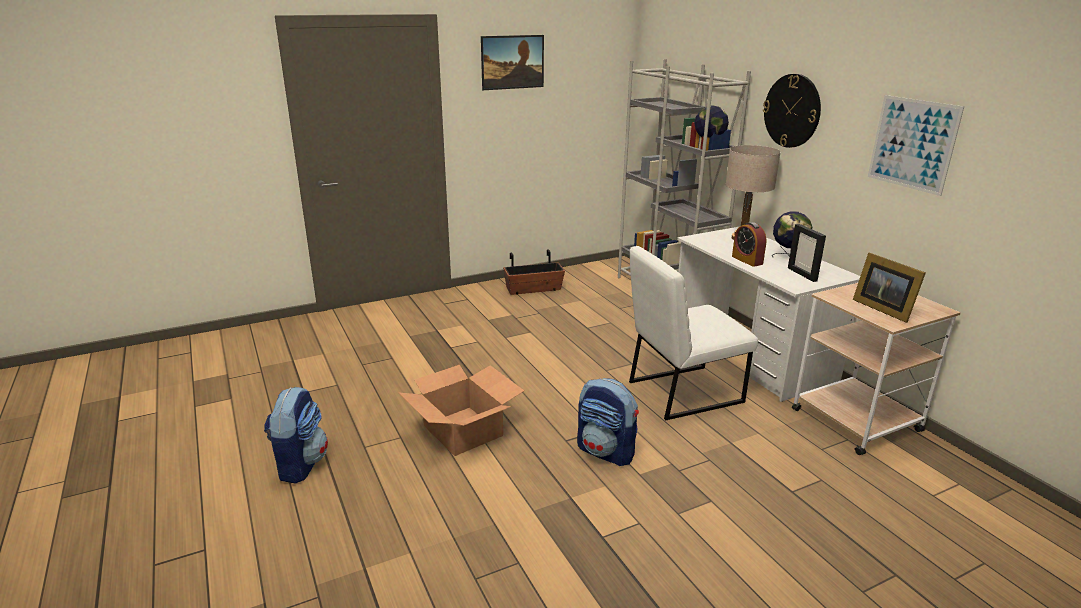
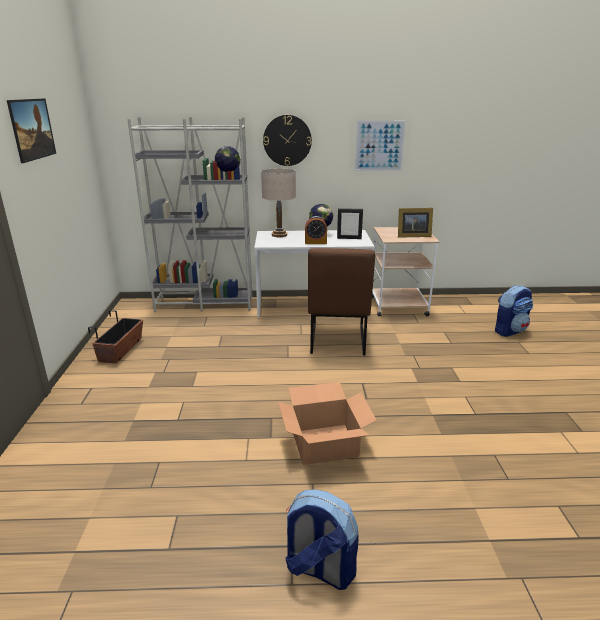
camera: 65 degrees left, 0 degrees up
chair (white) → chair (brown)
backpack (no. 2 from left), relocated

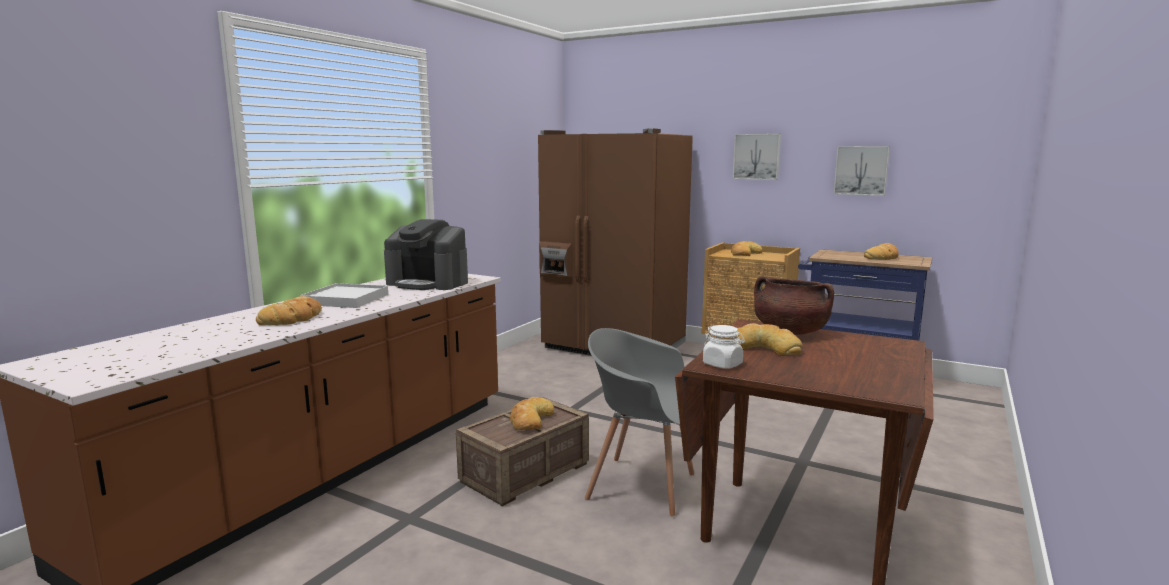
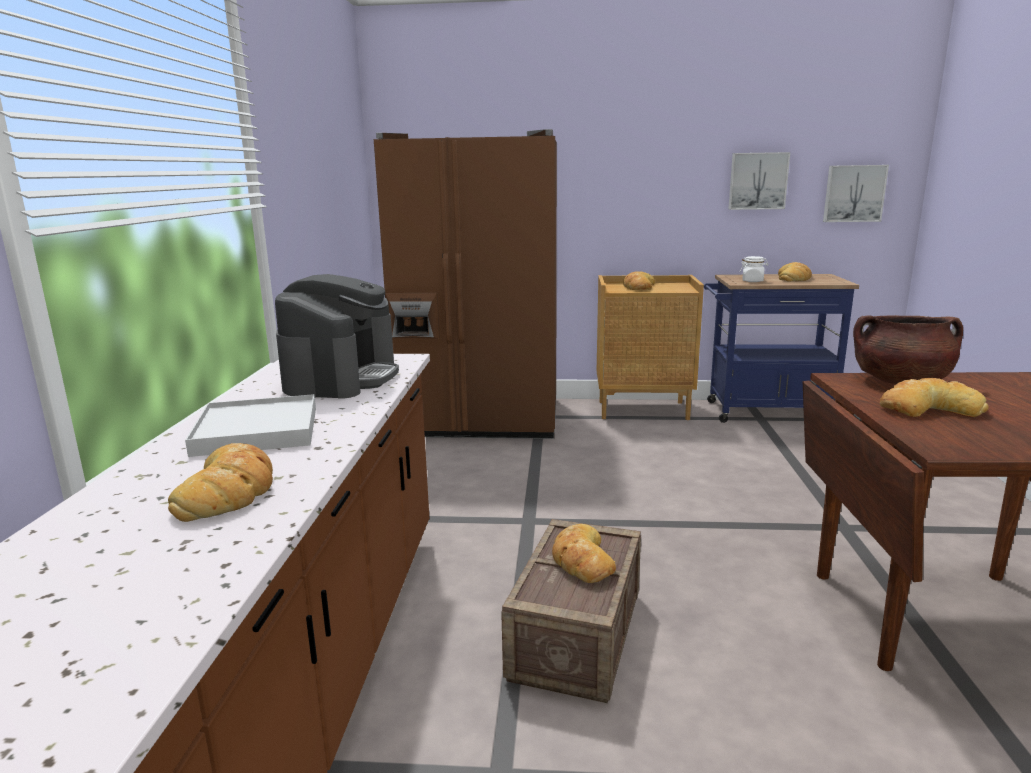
camera: 25 degrees left, 5 degrees up
picture (no. 1 from left in the first image) → picture (no. 2 from left), relocated
coffee machine, 75 degrees counterclockwise
jar (white), relocated
chair (grey) → -

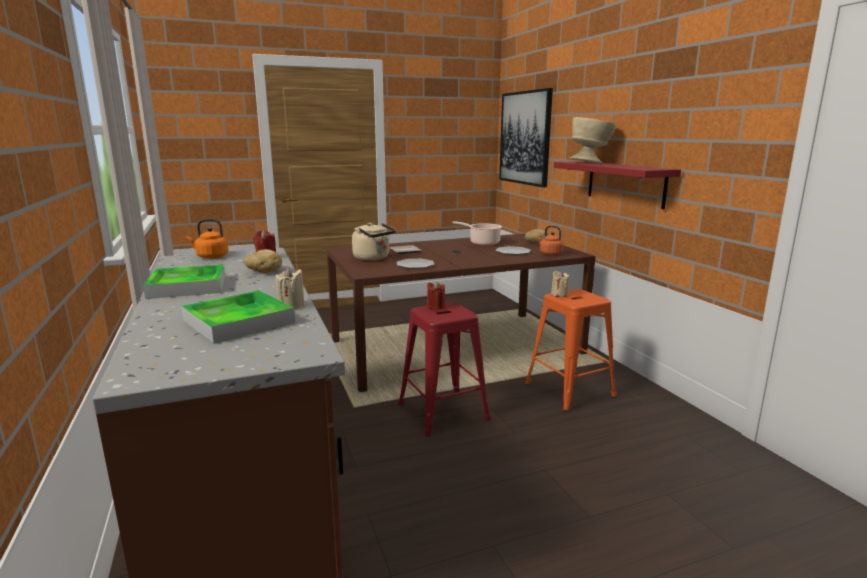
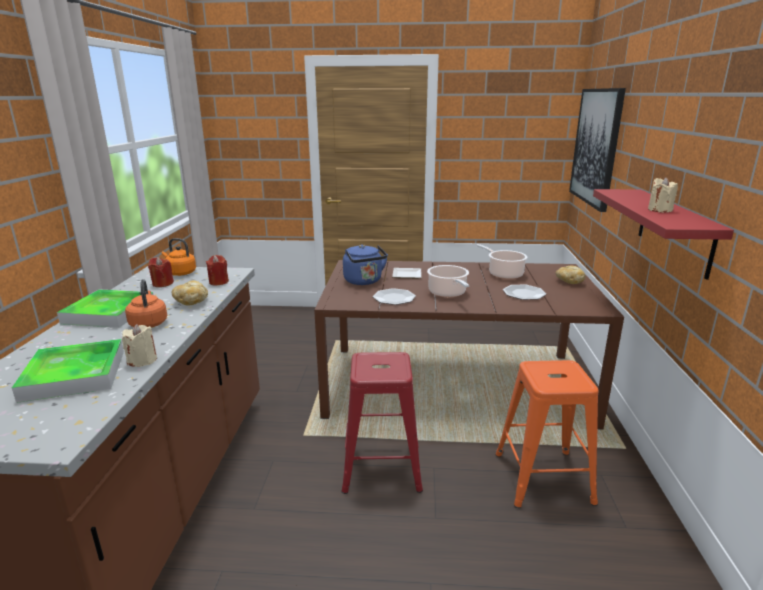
camera: 25 degrees right, 5 degrees up
bowl (beige) → -
kettle (beige) → kettle (blue)
kettle (orange) (no. 2 from left in the first image) → kettle (orange) (no. 1 from left), relocated
candle (beige) (no. 2 from left), relocated
candle (red) (no. 2 from left in the first image) → candle (red) (no. 1 from left), relocated
- → cooking pot (no. 1 from left)

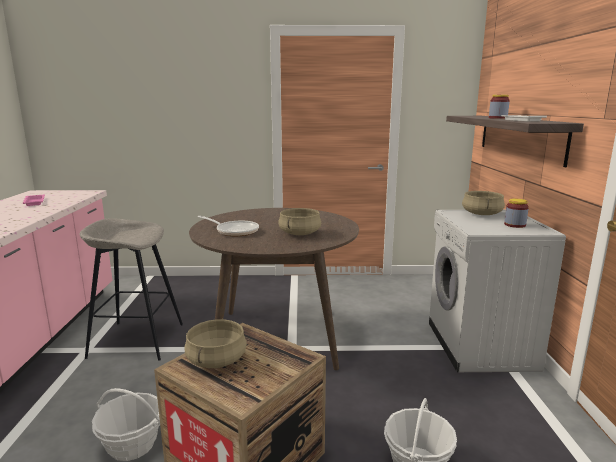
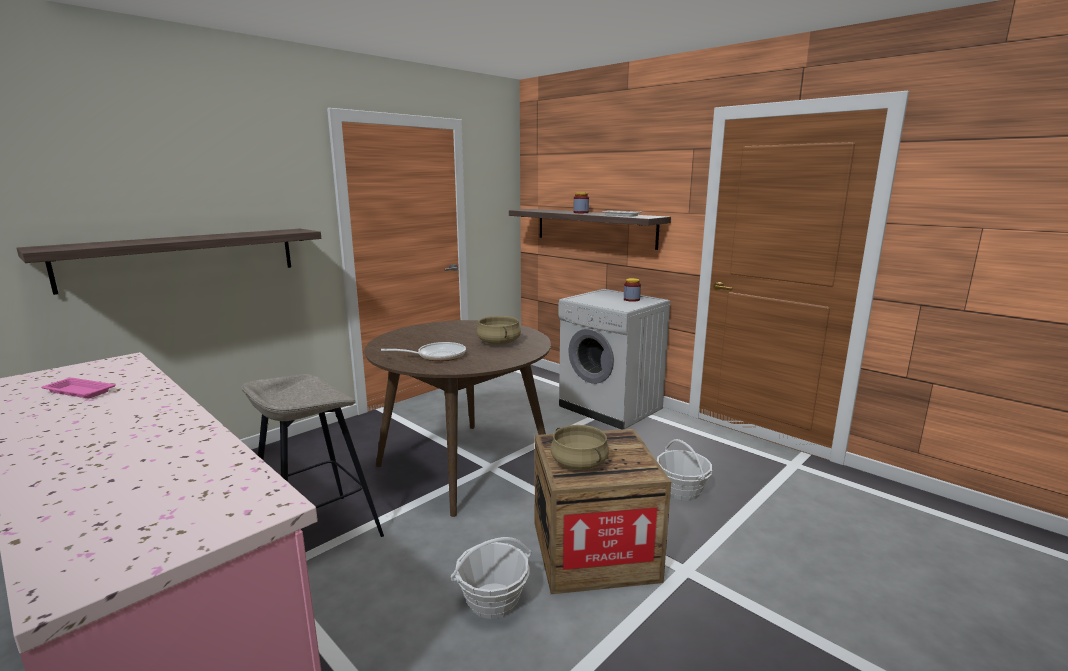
camera: 45 degrees left, 0 degrees up
cooking pot (beige) (no. 3 from left) → -
- → shelf (no. 1 from left)

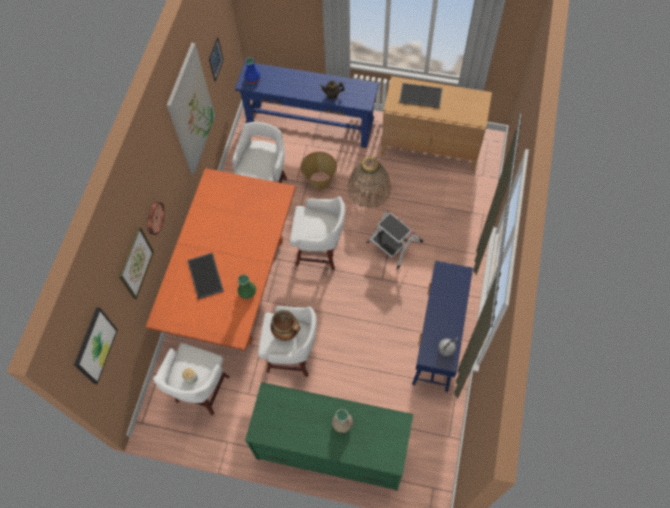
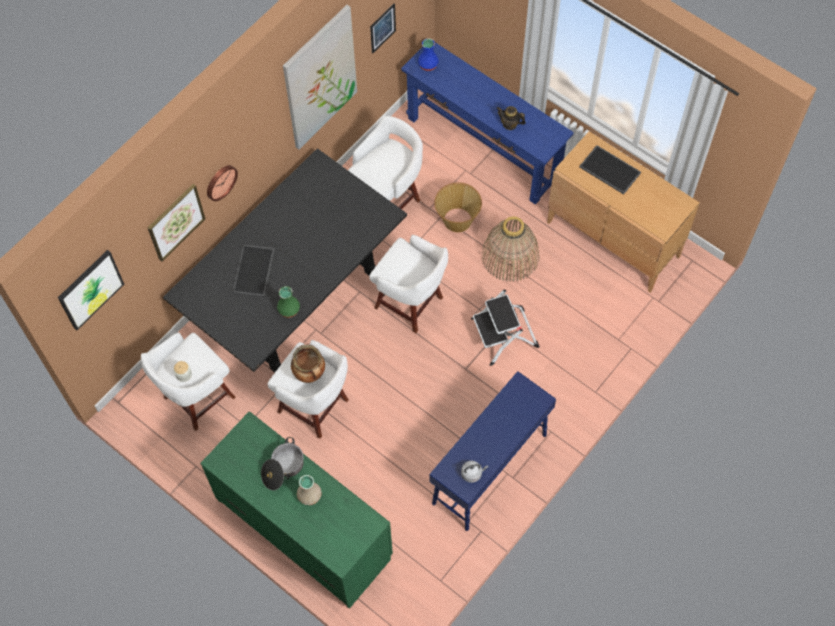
camera: 25 degrees right, 0 degrees up
dining table (orange) → dining table (black)
- → cooking pot (no. 1 from left)

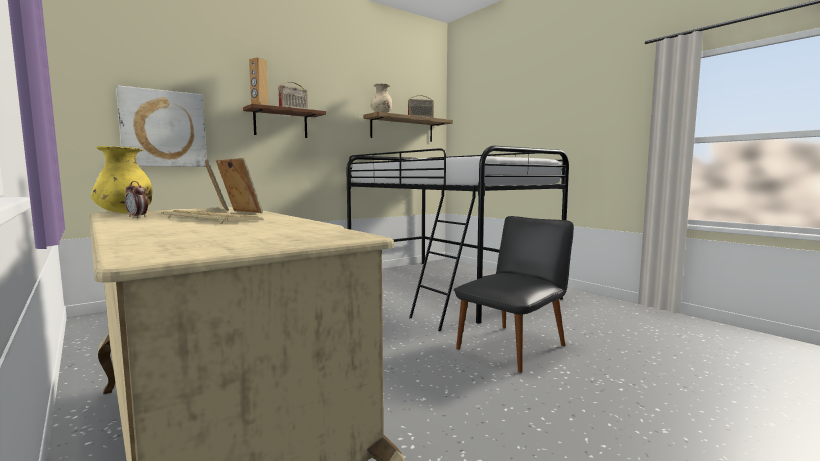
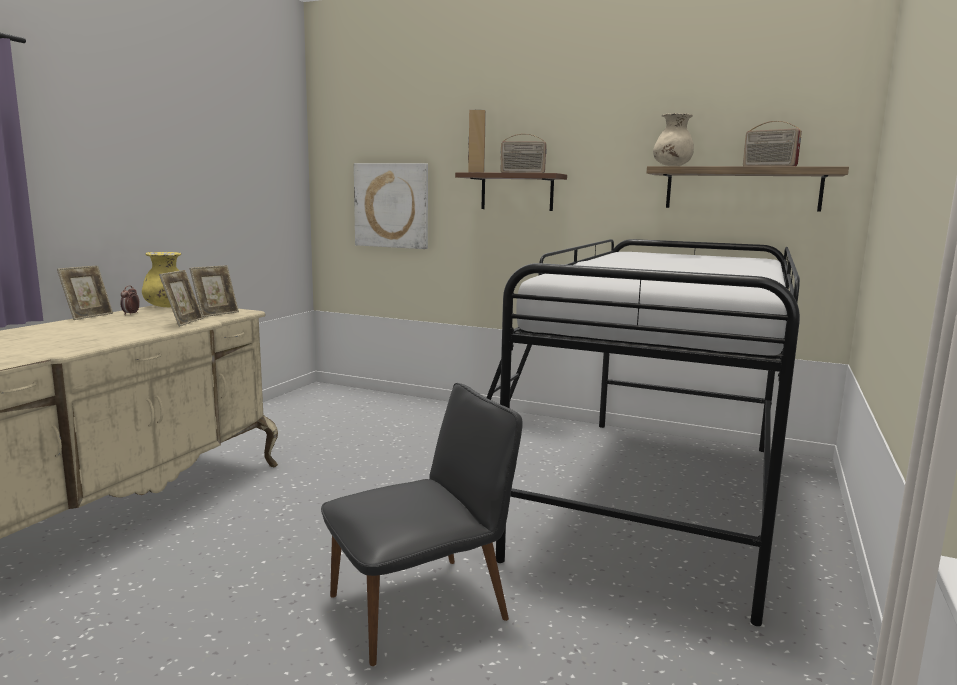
camera: 60 degrees right, 5 degrees up
keyboard → -
chair (black), 45 degrees counterclockwise
- → picture frame (no. 1 from left)

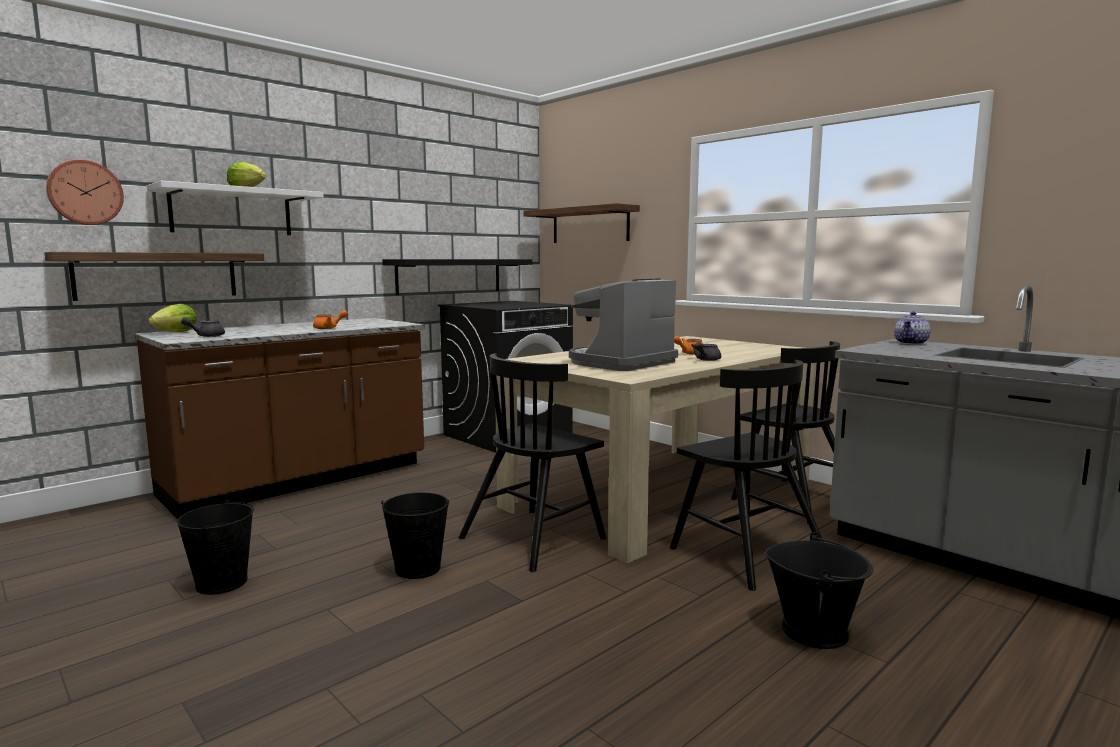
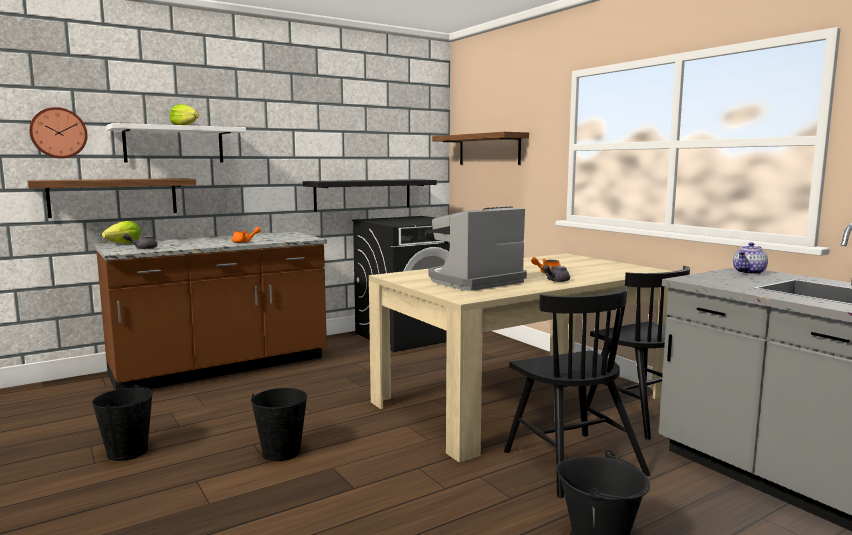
camera: 10 degrees right, 0 degrees up
chair (black) (no. 1 from left) → -

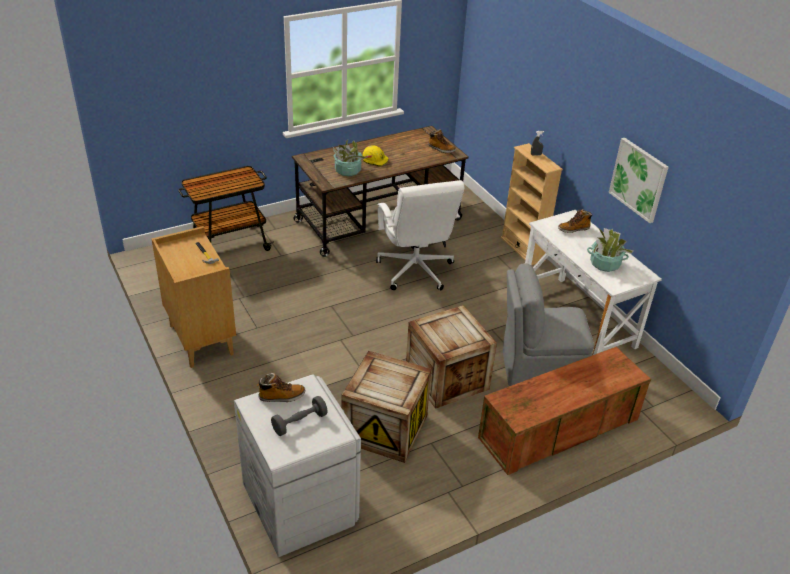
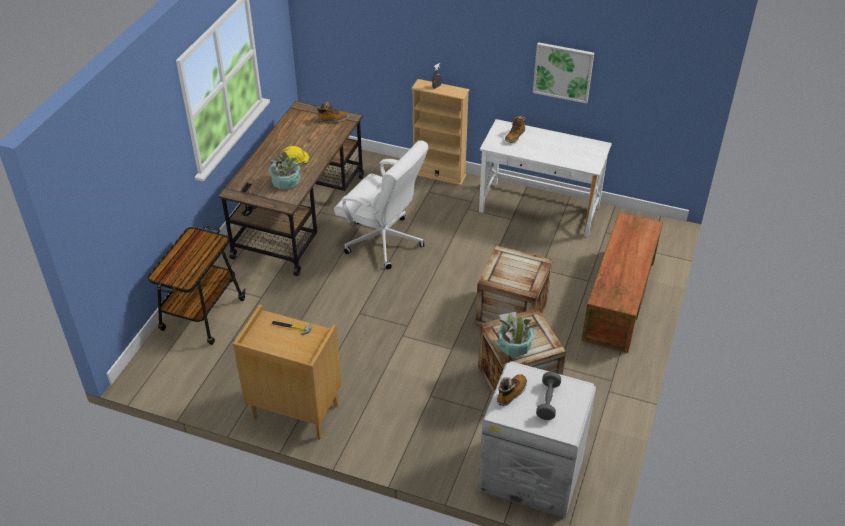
camera: 40 degrees left, 5 degrees up
potted plant (no. 2 from left), relocated
chair (grey) → -

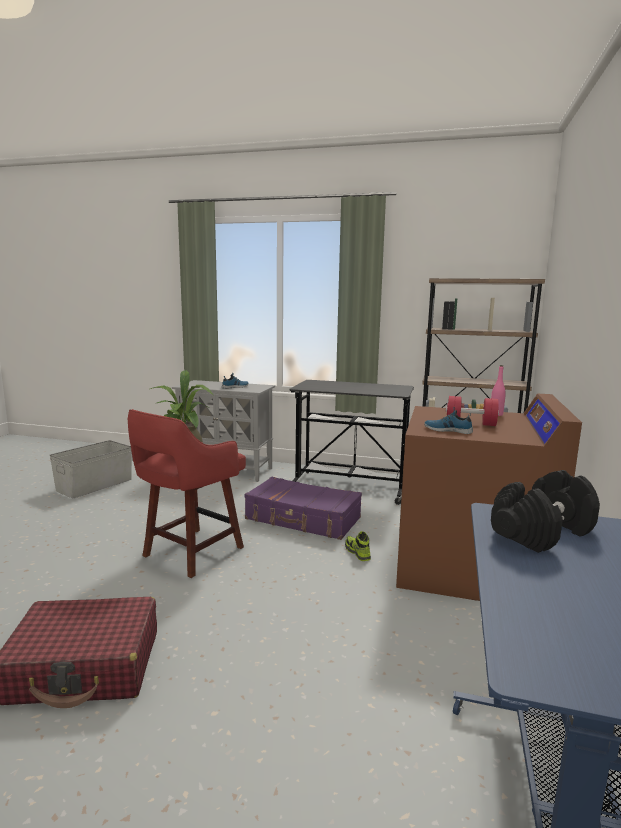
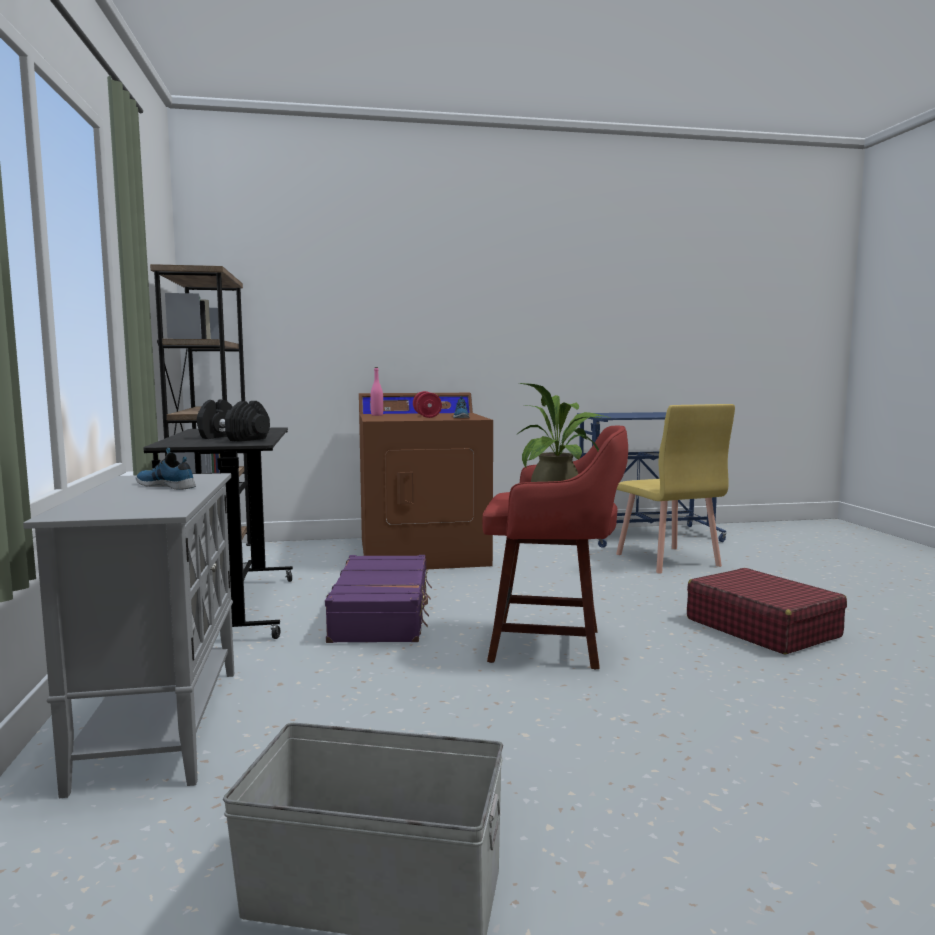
camera: 115 degrees left, 5 degrees down
dumbbell (black), relocated
shoe (no. 2 from left) → -
- → chair (yellow)

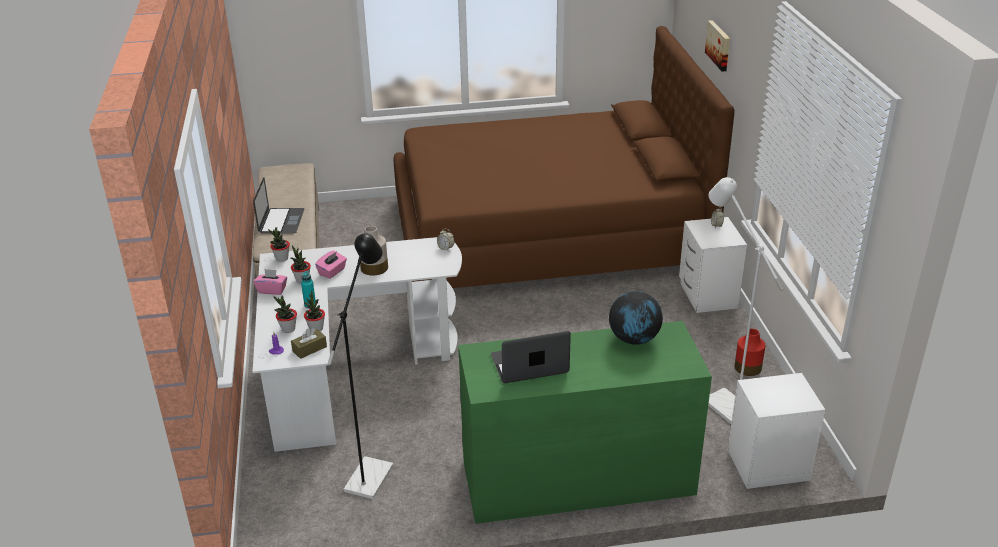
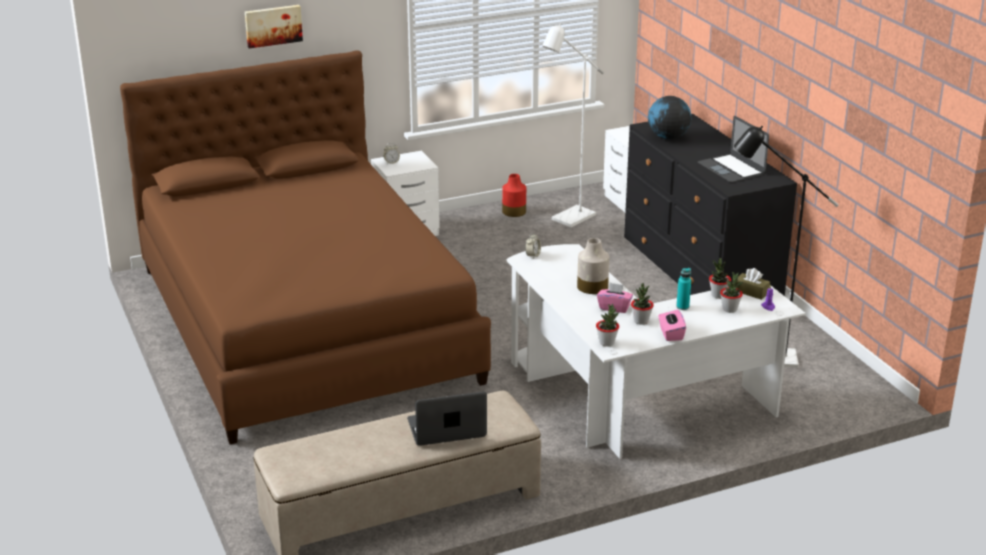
camera: 105 degrees left, 5 degrees down
dresser (green) → dresser (black)

